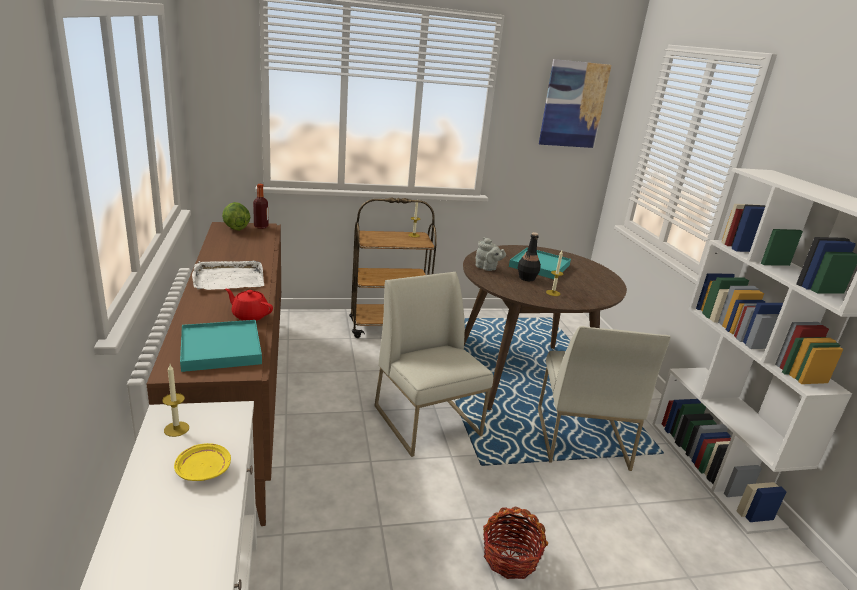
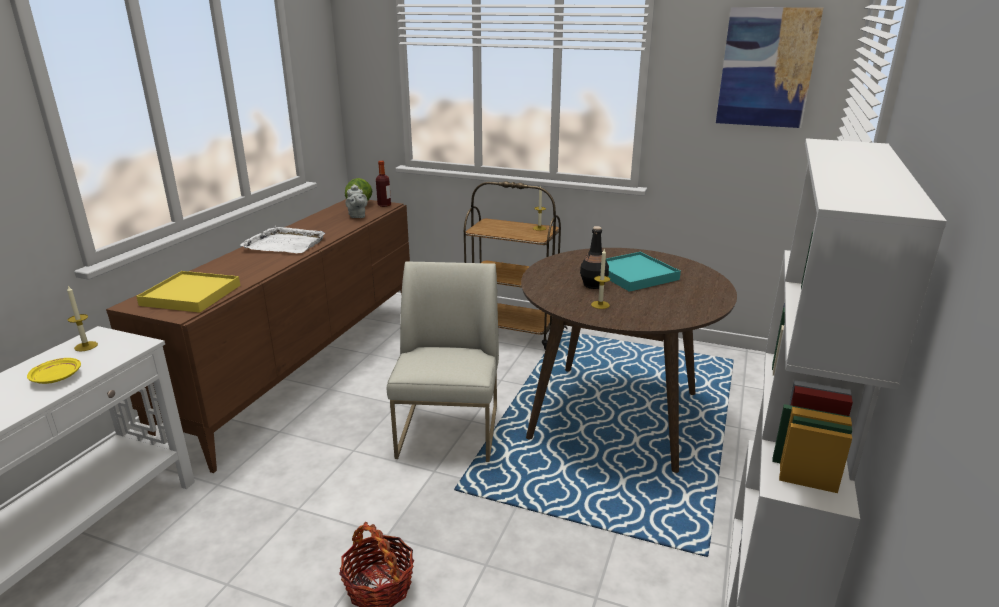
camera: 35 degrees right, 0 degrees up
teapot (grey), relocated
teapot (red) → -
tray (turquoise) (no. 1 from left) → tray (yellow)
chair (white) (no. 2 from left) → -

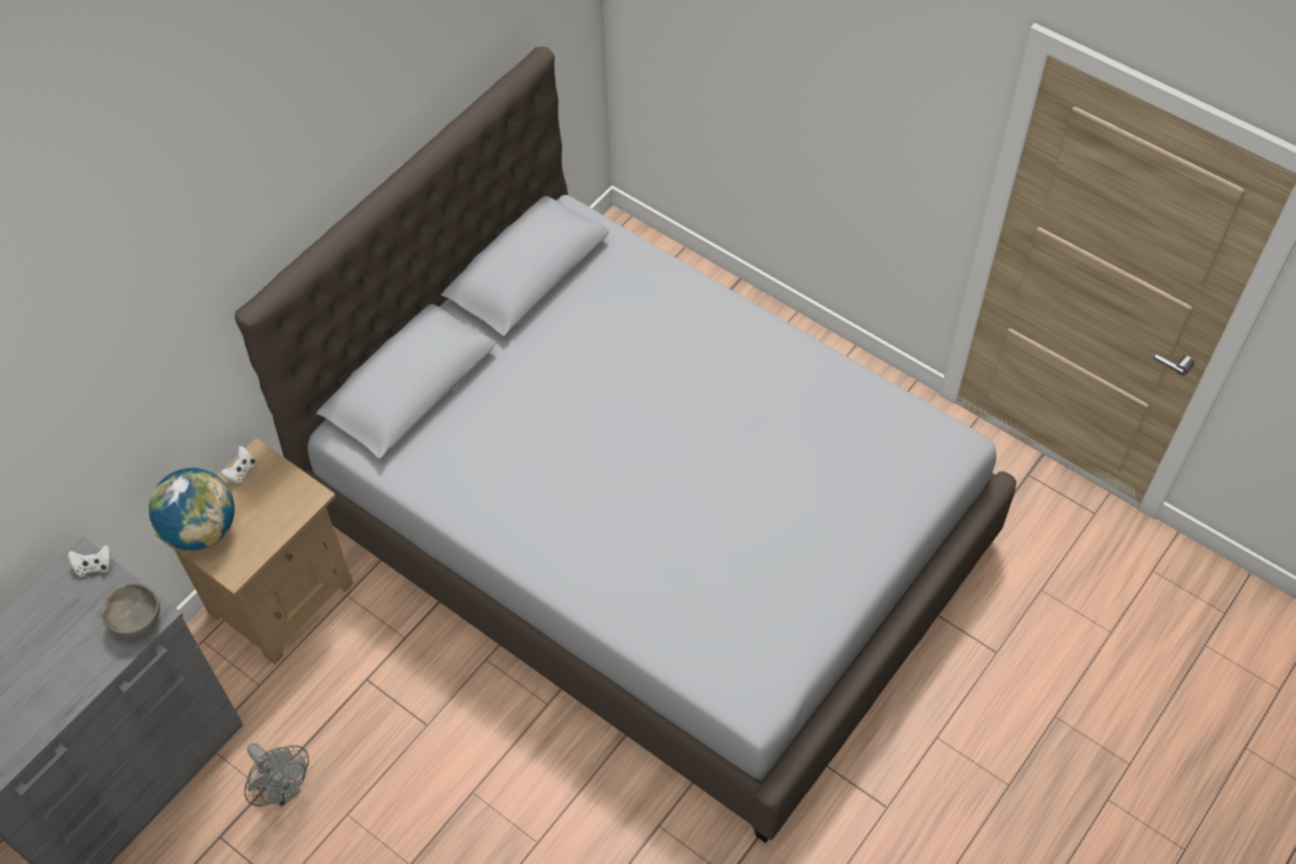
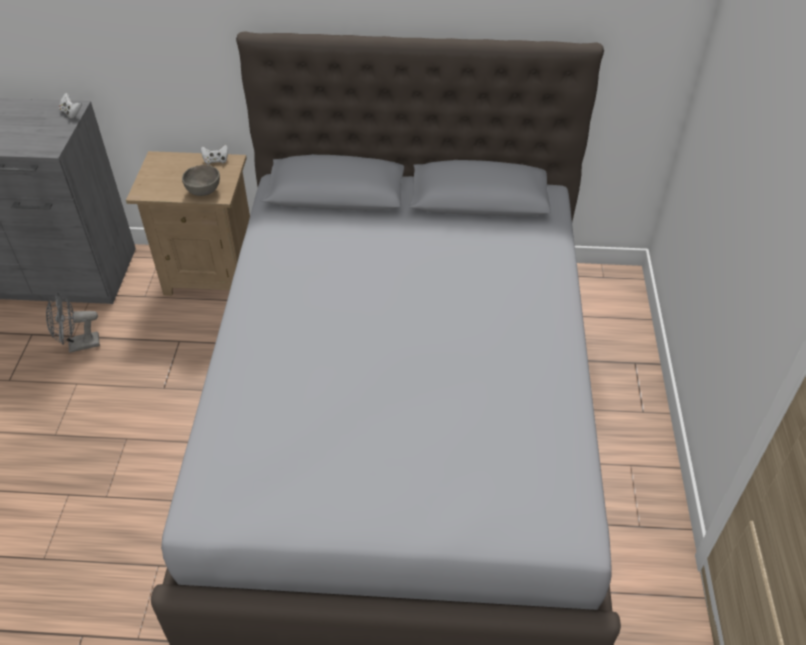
camera: 55 degrees right, 10 degrees down
globe → -
bowl (grey), relocated
fan (grey), 60 degrees clockwise

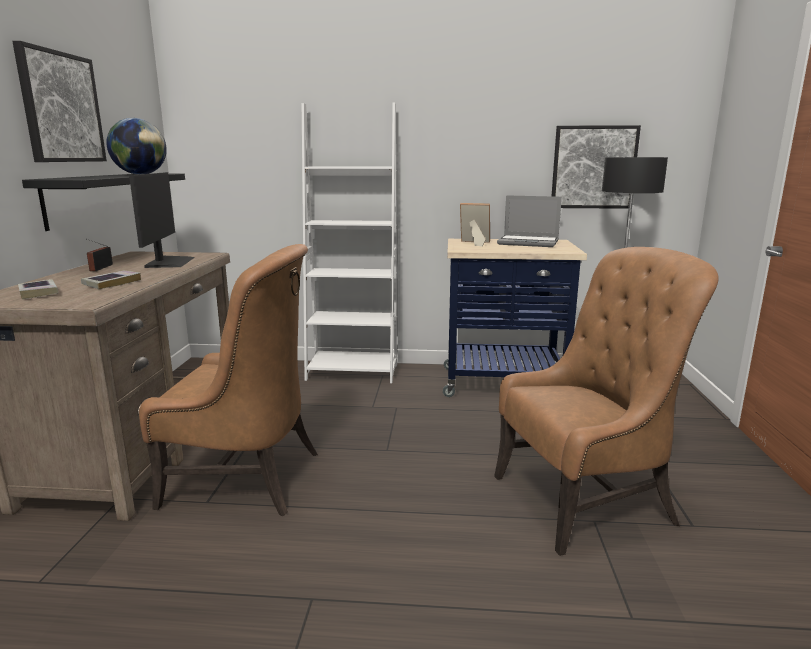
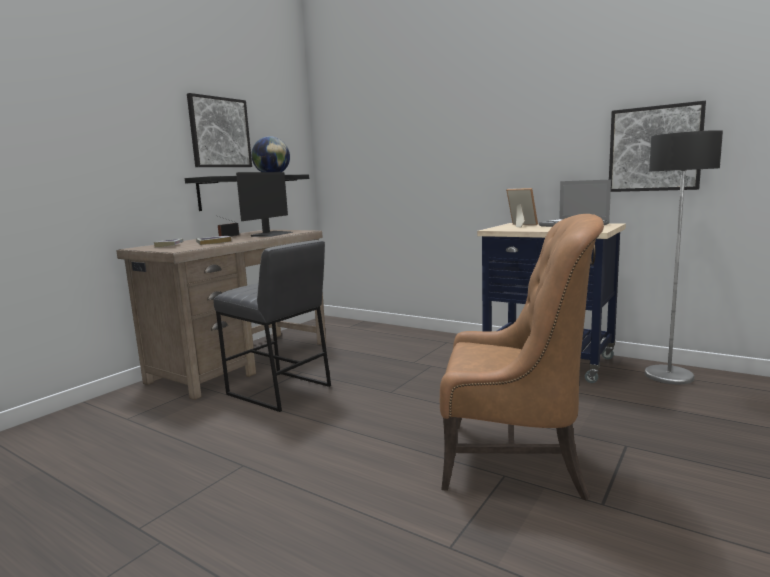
camera: 30 degrees right, 5 degrees down
bookcase (white) → -
chair (brown) (no. 1 from left) → stool (grey)

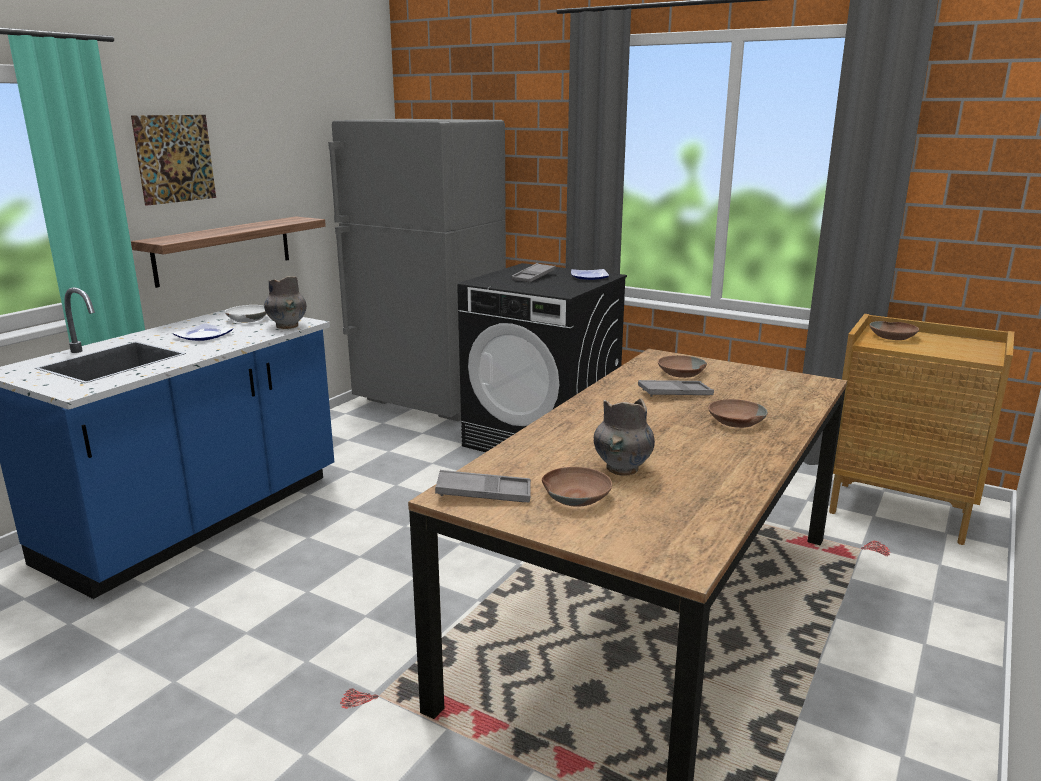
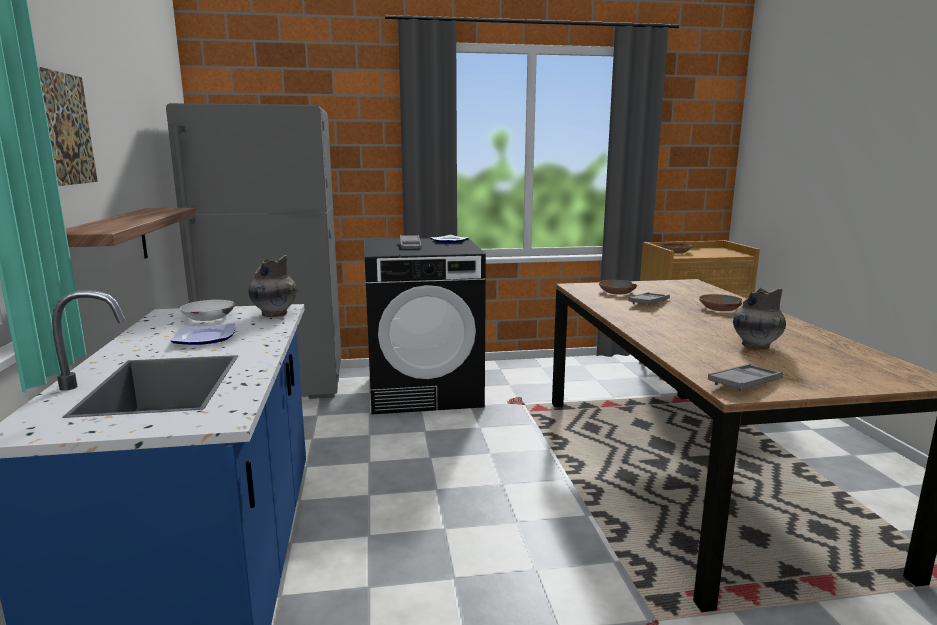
camera: 40 degrees left, 5 degrees down
bowl (brown) (no. 1 from left) → -

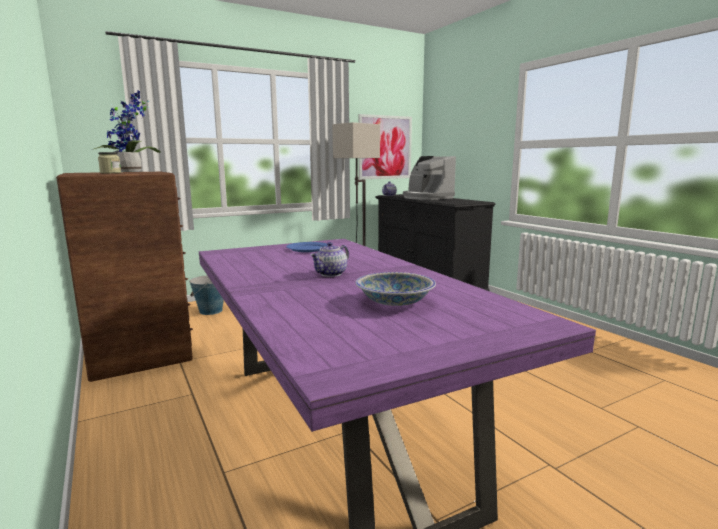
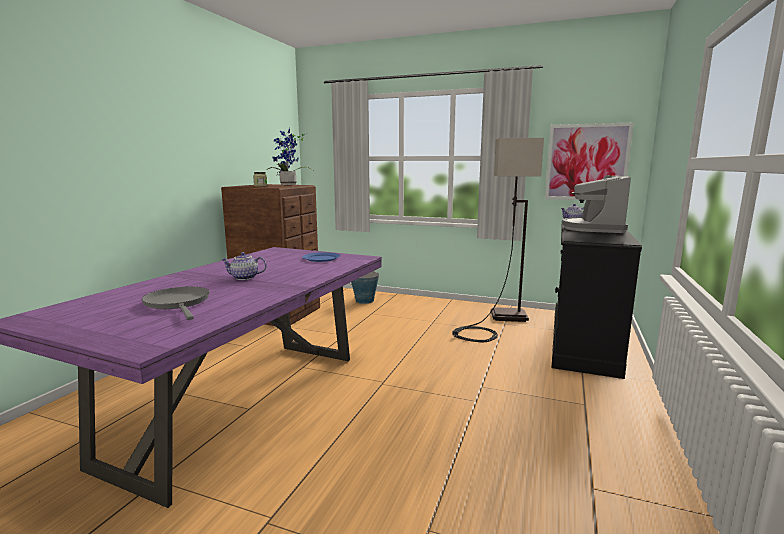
camera: 50 degrees right, 0 degrees up
bowl → frying pan (grey)

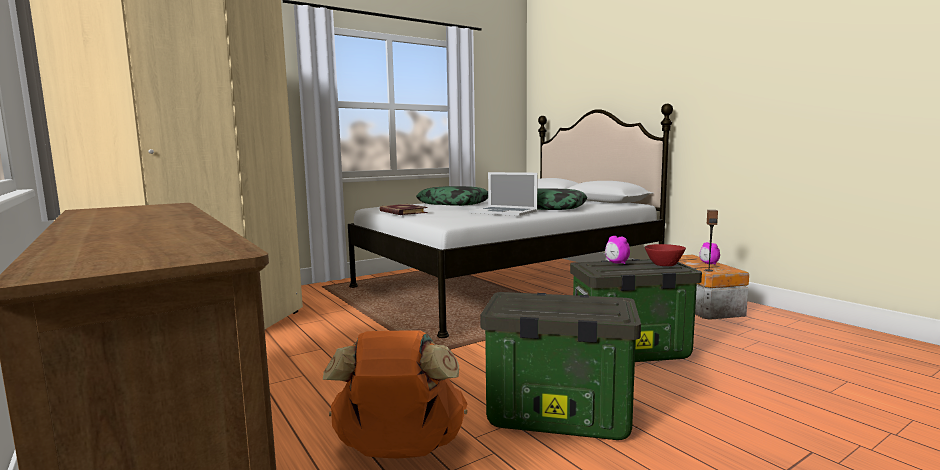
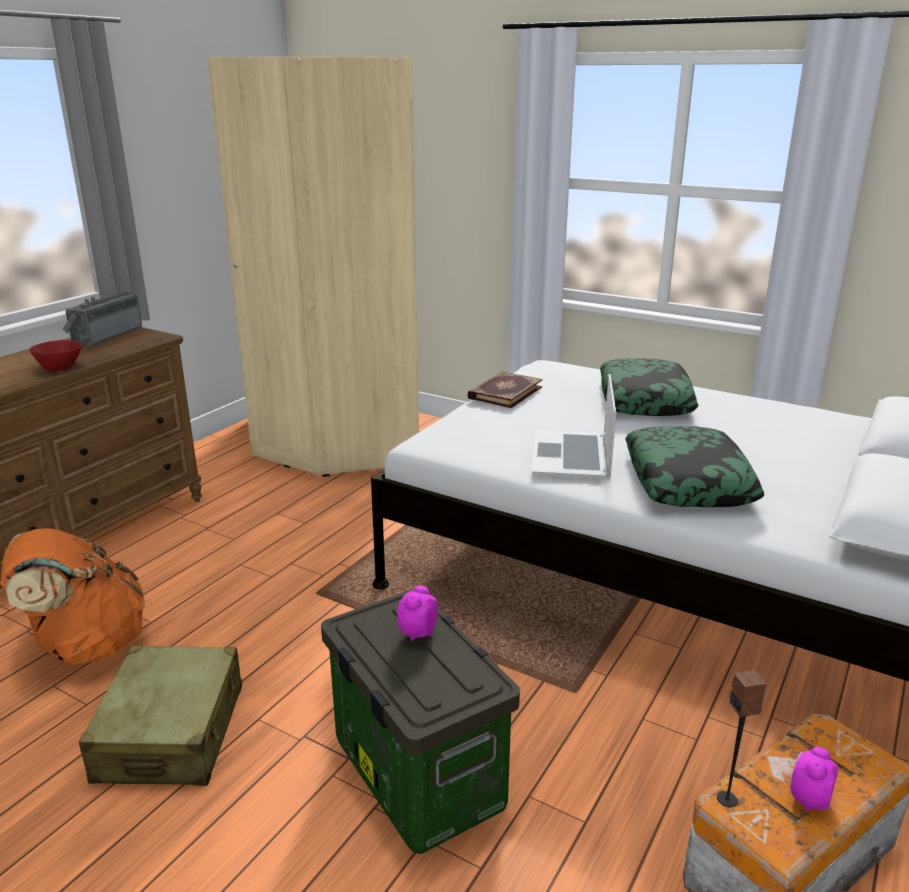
camera: 65 degrees right, 15 degrees up
bowl (red), relocated
storage box (no. 1 from left) → suitcase (beige)
- → radio

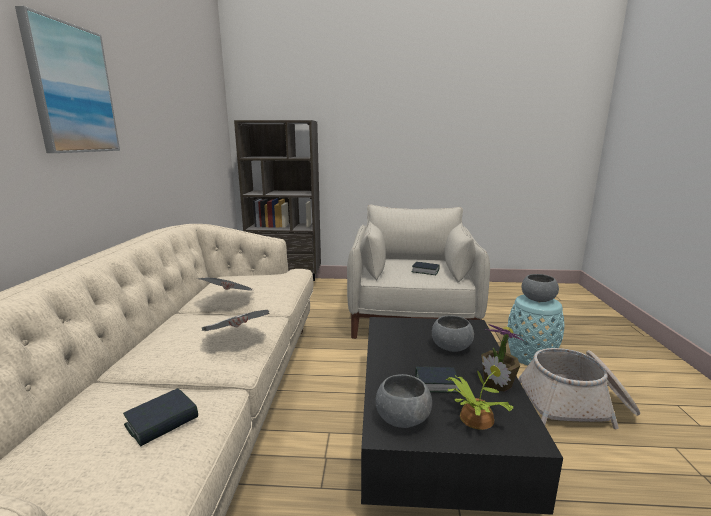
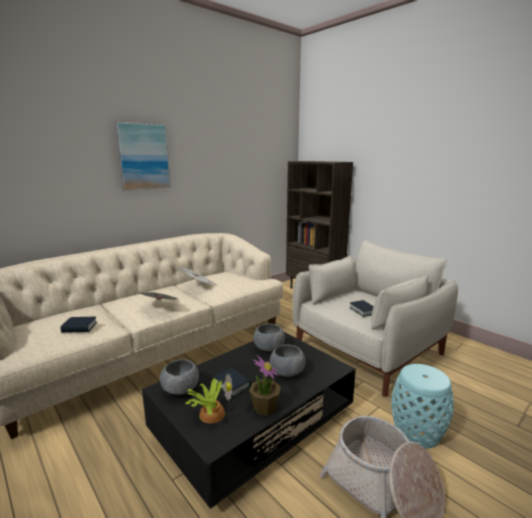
camera: 45 degrees right, 0 degrees up
bowl (grey) (no. 3 from left in the first image) → bowl (grey) (no. 2 from left), relocated

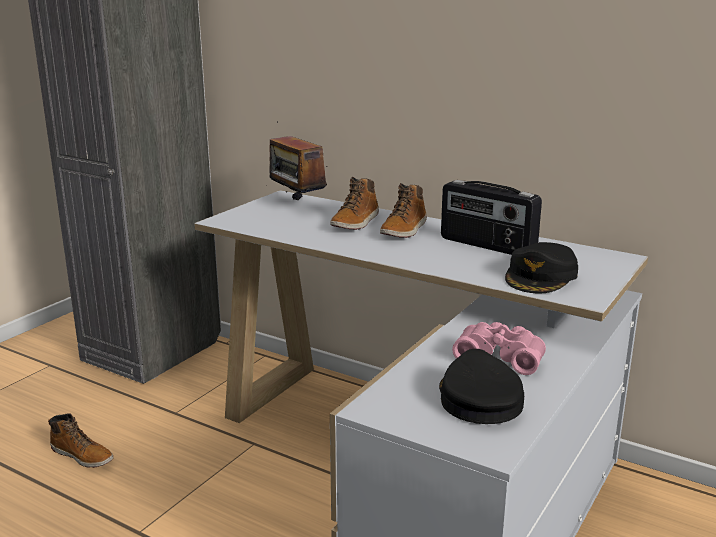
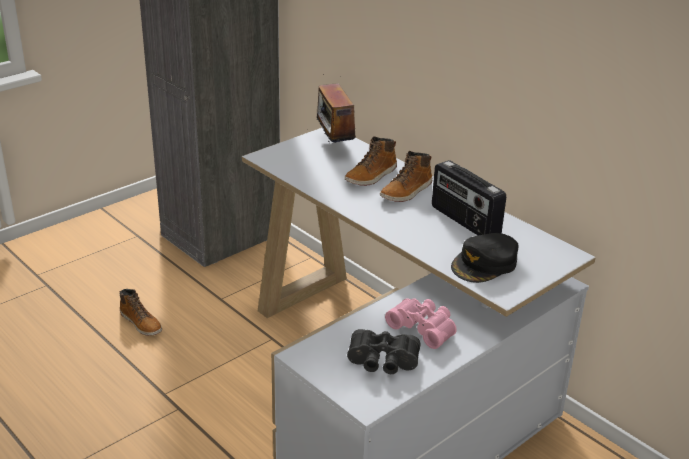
camera: 15 degrees right, 10 degrees up
cap (black) (no. 1 from left) → binoculars (black)

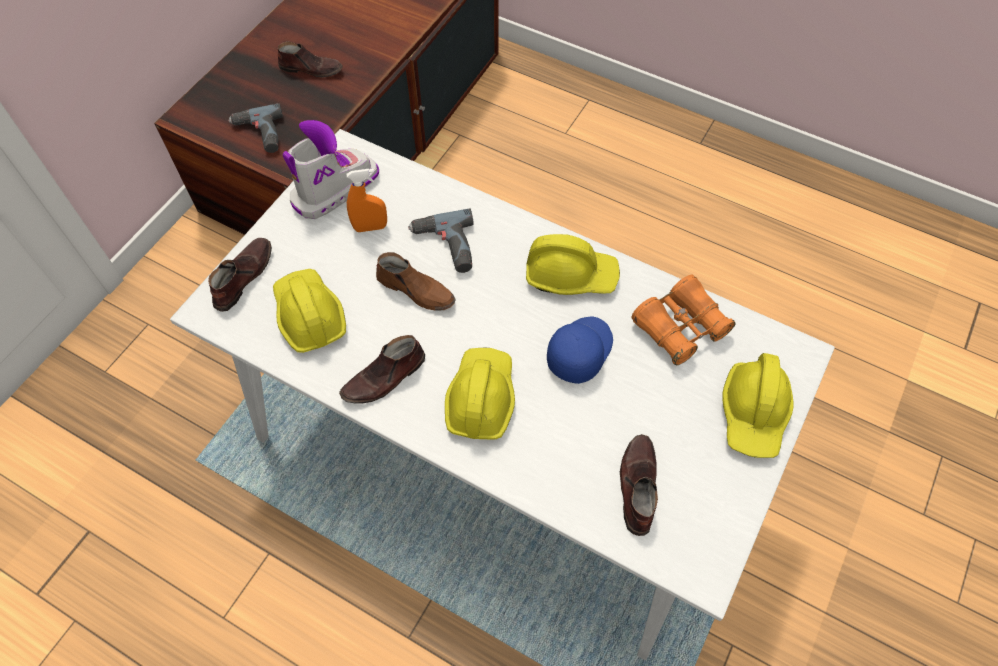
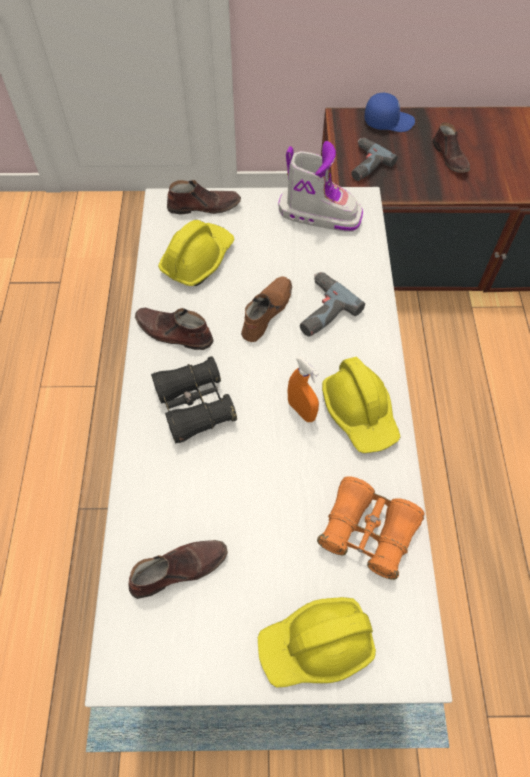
camera: 60 degrees right, 0 degrees up
spray bottle (orange), relocated
shoe (brown) (no. 4 from left), 150 degrees counterclockwise
cap (blue), relocated
hard hat (yellow) (no. 2 from left) → binoculars (black)

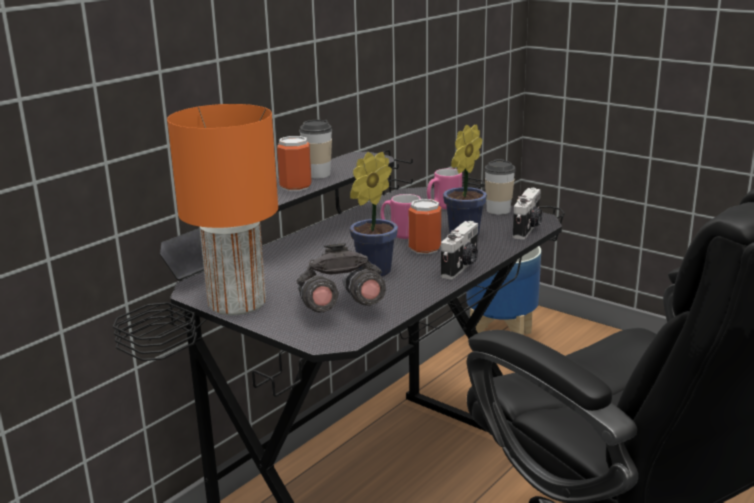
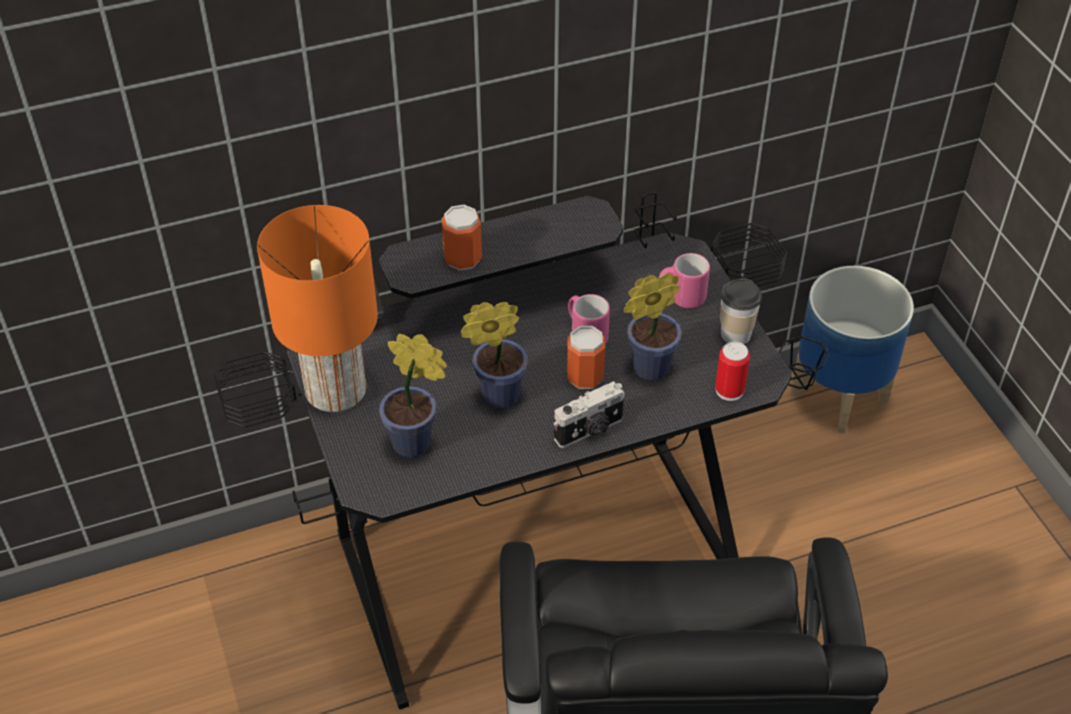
camera: 30 degrees right, 25 degrees up
cup (no. 1 from left) → -
photo camera (no. 2 from left) → can (no. 3 from left)
binoculars (grey) → potted plant (no. 1 from left)

